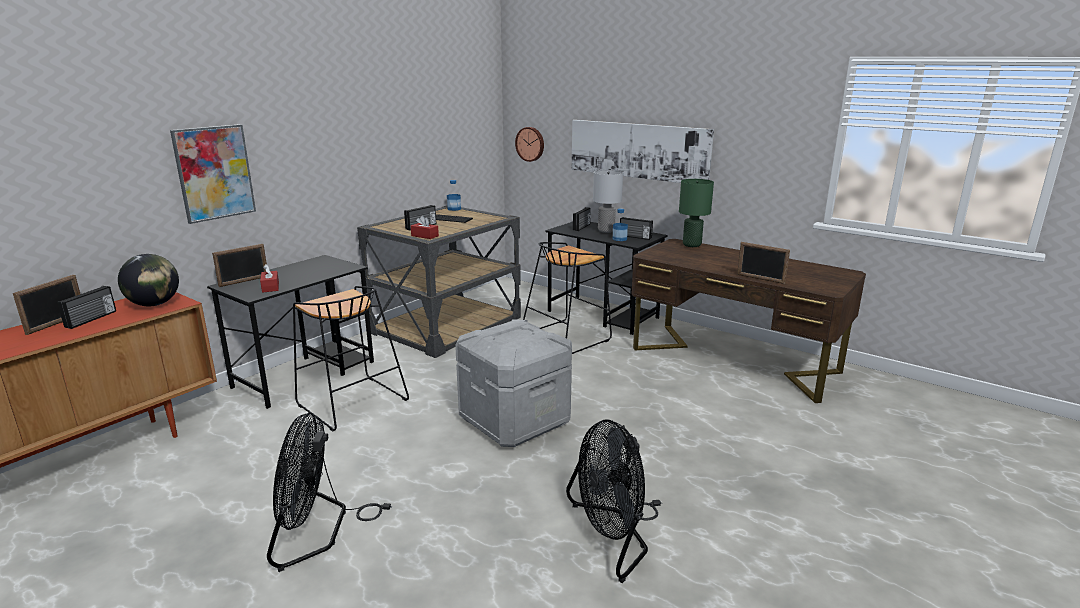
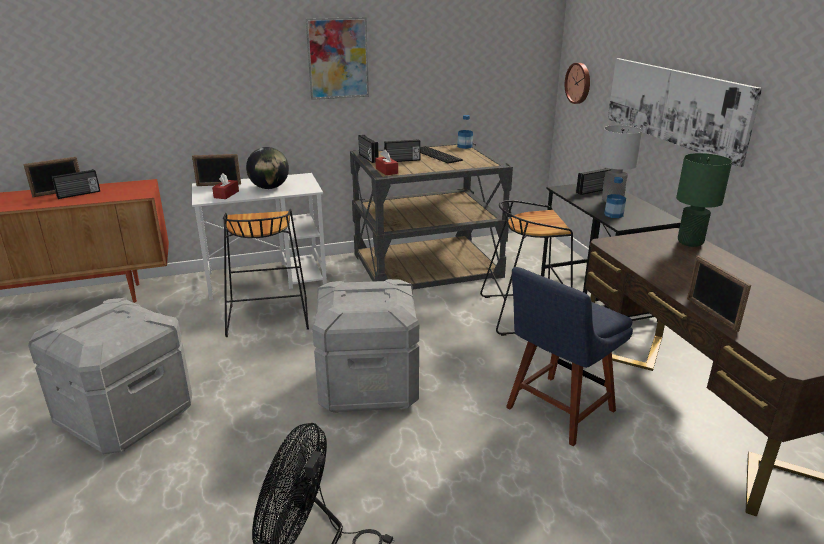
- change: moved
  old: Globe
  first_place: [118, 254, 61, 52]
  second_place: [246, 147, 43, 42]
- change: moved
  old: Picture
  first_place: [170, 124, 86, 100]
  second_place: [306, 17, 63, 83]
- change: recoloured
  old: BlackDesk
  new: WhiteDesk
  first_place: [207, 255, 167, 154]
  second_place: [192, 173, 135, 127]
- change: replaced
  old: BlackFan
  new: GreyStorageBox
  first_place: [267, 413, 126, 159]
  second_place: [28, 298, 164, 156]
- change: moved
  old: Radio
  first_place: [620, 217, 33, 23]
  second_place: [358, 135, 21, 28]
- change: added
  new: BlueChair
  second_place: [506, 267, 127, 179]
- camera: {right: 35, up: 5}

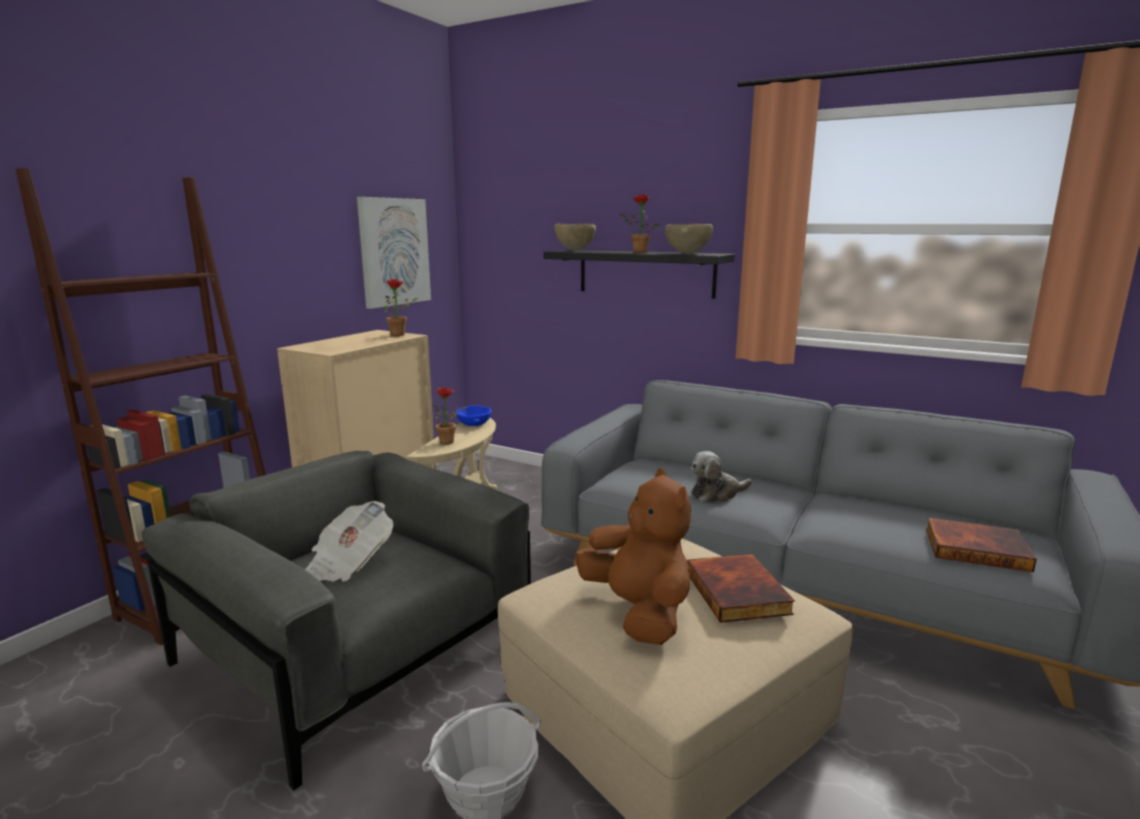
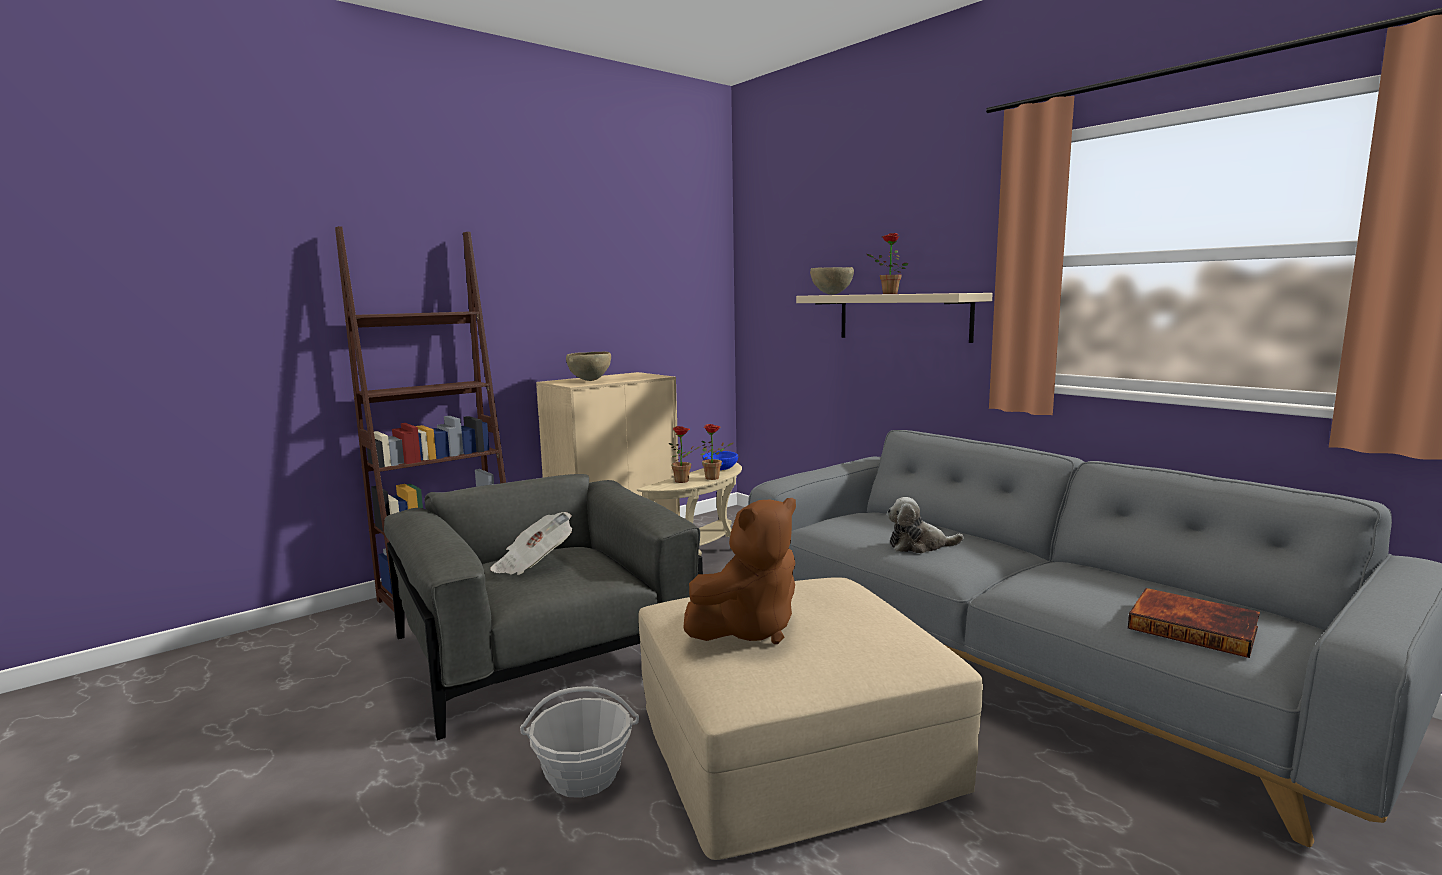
- change: removed
  old: Picture
  first_place: [357, 197, 74, 112]
- change: moved
  old: PottedPlant
  first_place: [384, 279, 35, 57]
  second_place: [701, 424, 32, 56]
- change: recoloured
  old: BlackShelf
  new: BeigeShelf
  first_place: [543, 250, 192, 49]
  second_place: [796, 293, 197, 50]
- change: turned
  old: BrownPlushToy
  first_place: [575, 468, 116, 177]
  second_place: [683, 498, 113, 146]
  degrees: 60
- change: moved
  old: BrownBowl
  first_place: [665, 224, 48, 30]
  second_place: [566, 352, 45, 29]
- change: removed
  old: Book
  first_place: [687, 554, 108, 69]
- camera: {right: 20, up: -5}

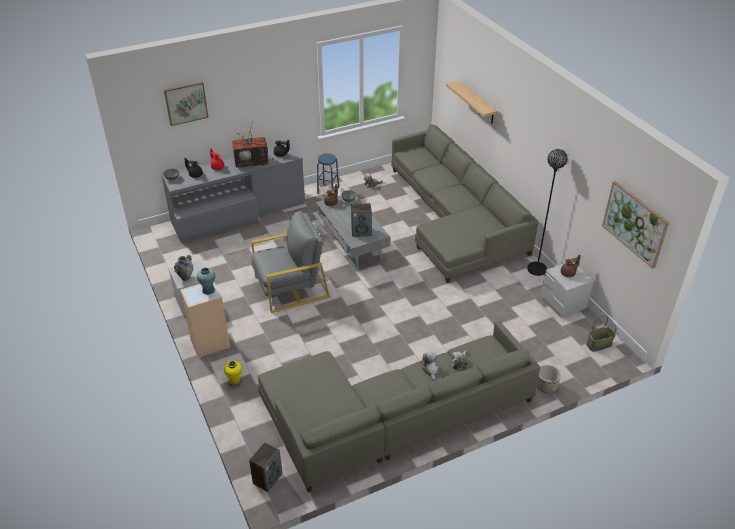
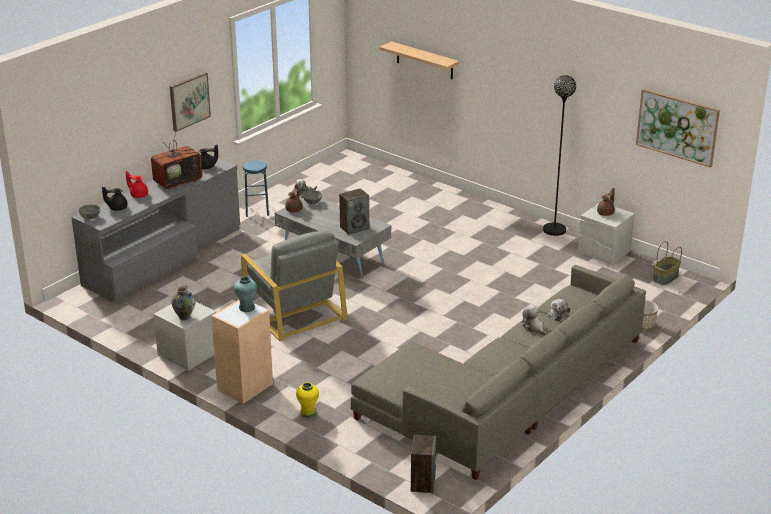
- change: moved
  old: Picture
  first_place: [164, 82, 45, 44]
  second_place: [170, 72, 41, 60]
- change: turned
  old: GreyArmchair
  first_place: [251, 211, 79, 102]
  second_place: [241, 230, 107, 111]
  degrees: 105
- change: removed
  old: GreySofa
  first_place: [391, 124, 148, 159]
- camera: {right: -25, up: -10}

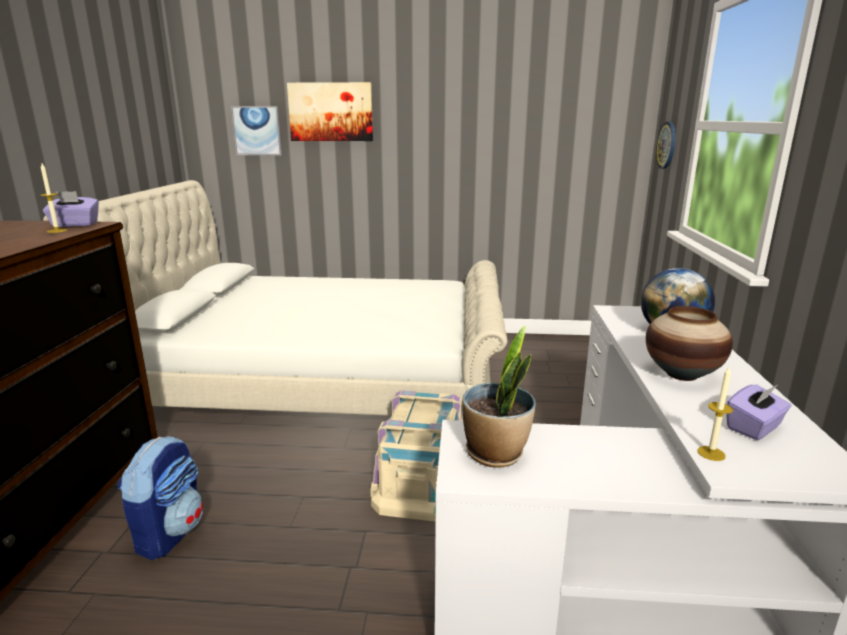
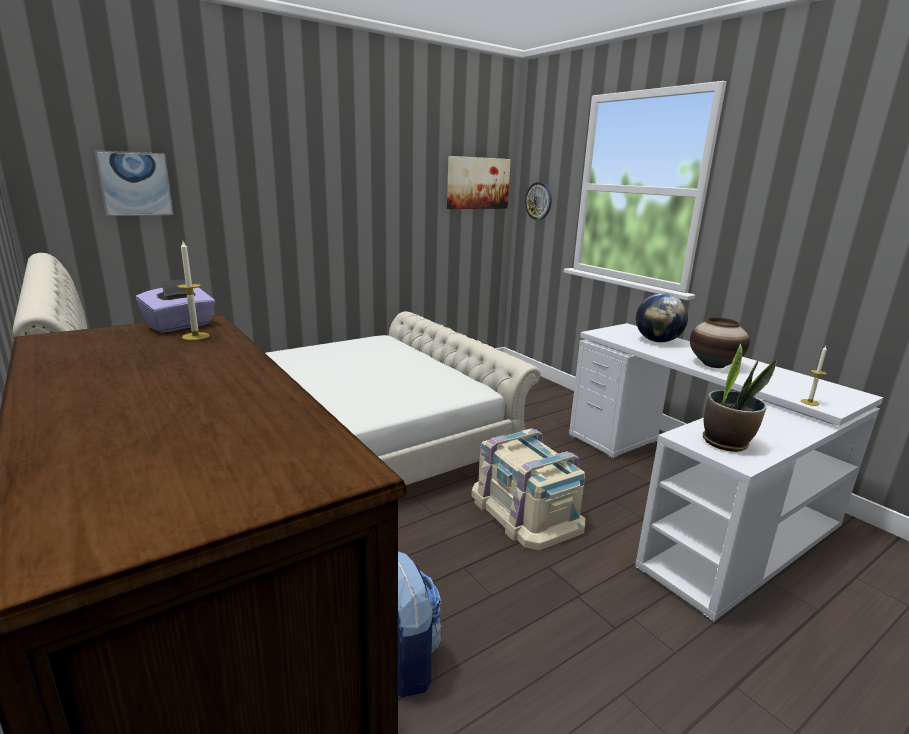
- change: moved
  old: Picture
  first_place: [287, 82, 86, 59]
  second_place: [447, 156, 64, 53]
- change: removed
  old: PurpleTissueBox
  first_place: [726, 385, 65, 55]
- camera: {right: -40, up: 0}

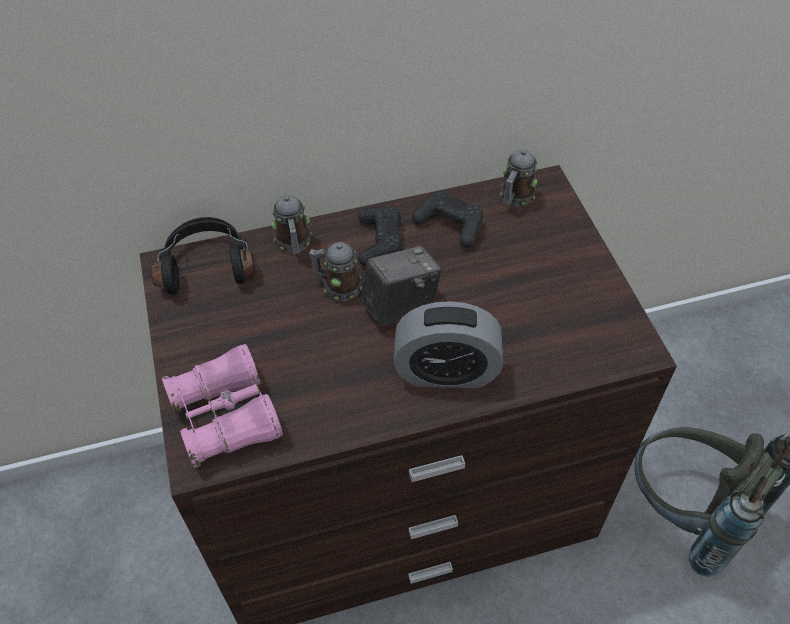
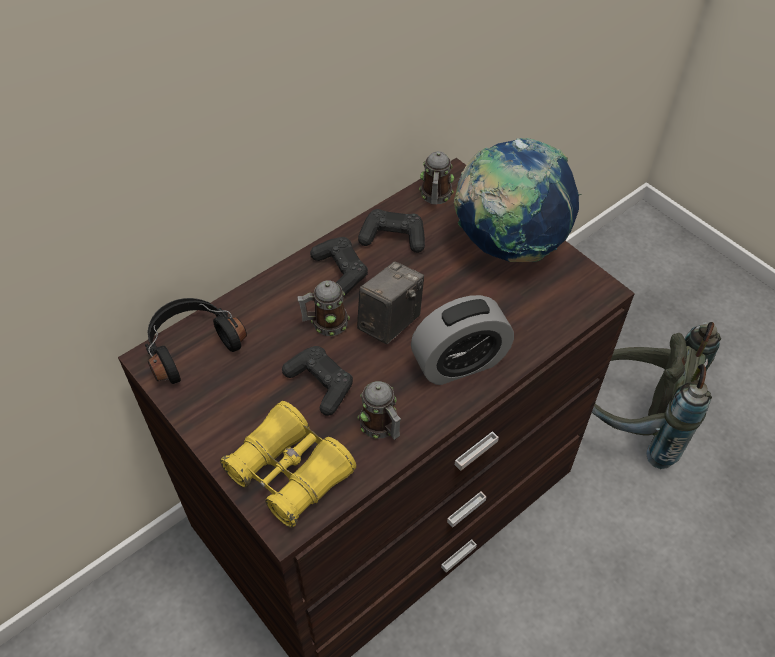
- change: recoloured
  old: PinkBinoculars
  new: YellowBinoculars
  first_place: [162, 344, 121, 124]
  second_place: [220, 401, 136, 127]
- change: moved
  old: Mug
  first_place: [271, 195, 41, 59]
  second_place: [358, 381, 43, 59]
- change: added
  new: BlackGameController
  second_place: [282, 346, 71, 70]
- change: added
  new: Globe
  second_place: [454, 138, 128, 124]
- camera: {right: -25, up: 0}

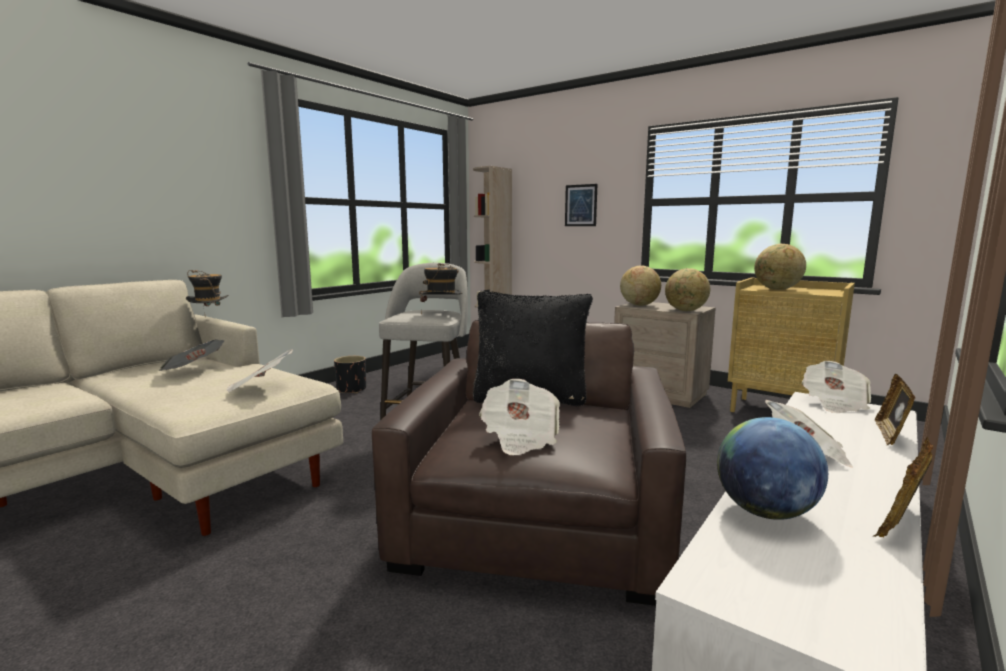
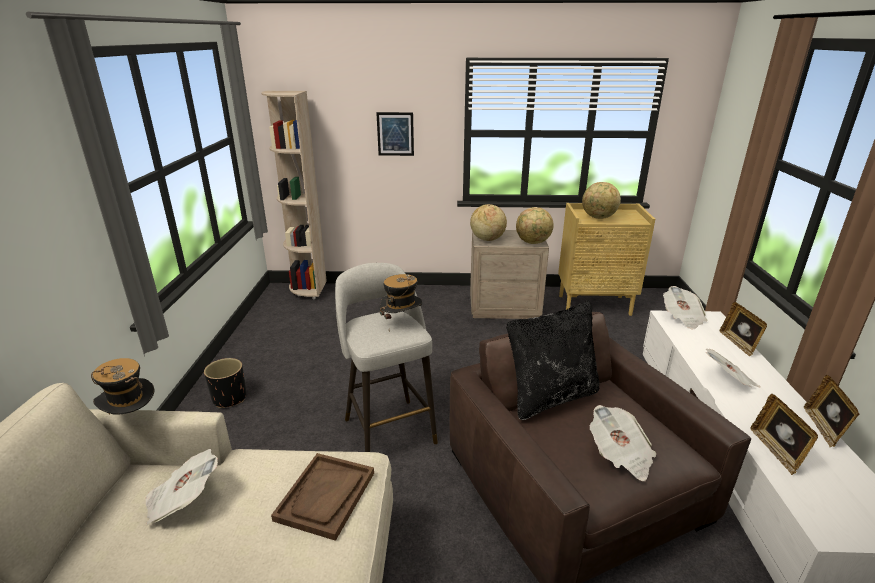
- change: replaced
  old: Newspaper
  new: BrownTray
  first_place: [227, 349, 66, 44]
  second_place: [271, 453, 103, 88]
- change: replaced
  old: Globe
  new: PictureFrame
  first_place: [717, 417, 111, 103]
  second_place: [750, 394, 68, 81]
- camera: {right: -35, up: 15}

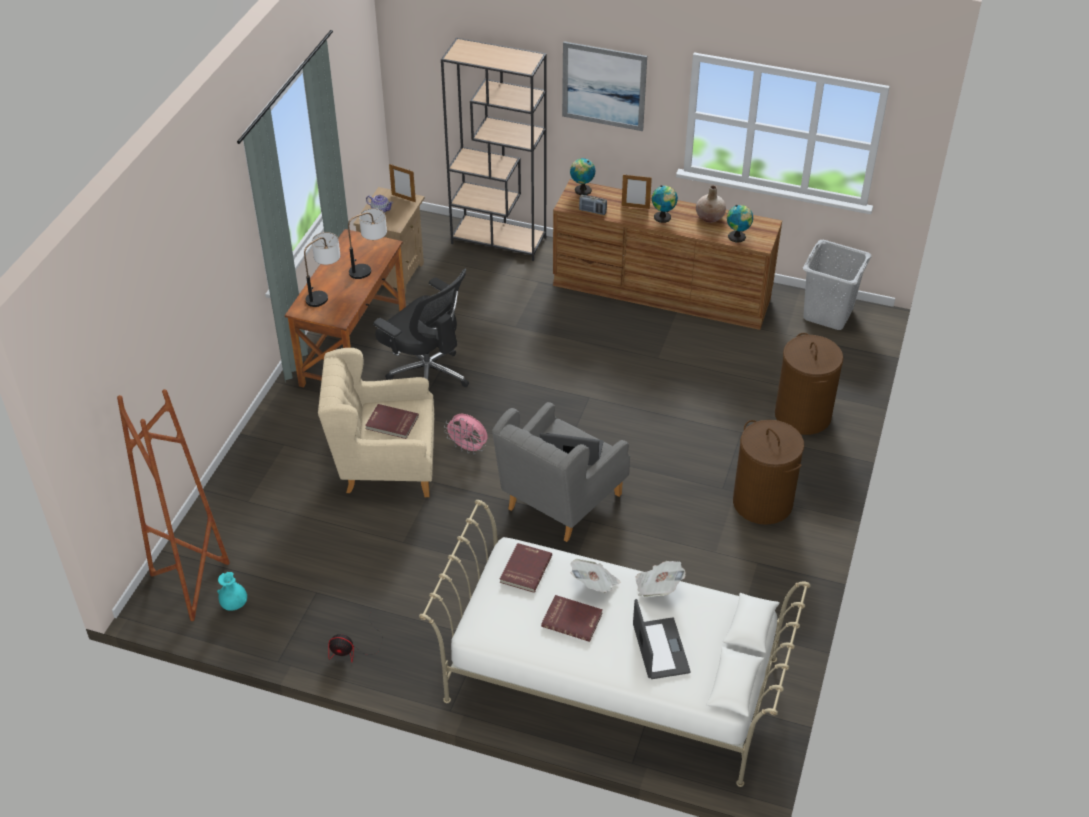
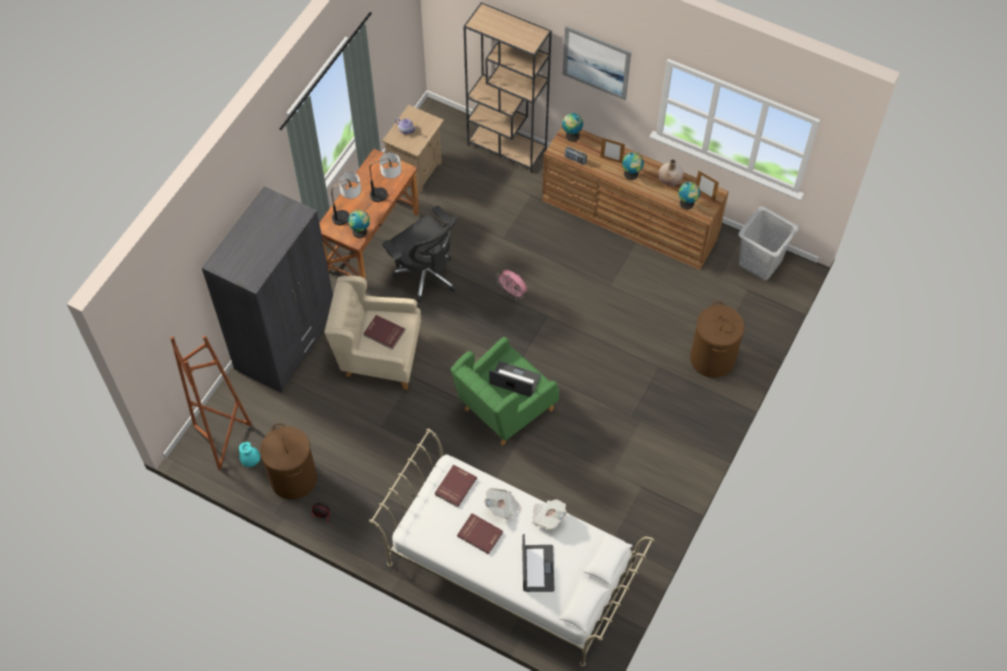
- change: moved
  old: PictureFrame
  first_place: [389, 164, 27, 38]
  second_place: [696, 171, 23, 30]
- change: moved
  old: PinkFan
  first_place: [444, 414, 43, 40]
  second_place: [496, 270, 31, 29]
- change: recoloured
  old: GreyArmchair
  new: GreenArmchair
  first_place: [492, 402, 138, 140]
  second_place: [451, 337, 108, 109]
- change: moved
  old: BrownLaundryBasket
  first_place: [733, 420, 71, 105]
  second_place: [260, 423, 57, 77]
- change: added
  new: GreyWardrobe
  second_place: [202, 186, 131, 207]
- change: added
  new: Globe
  second_place: [348, 210, 22, 28]
- camera: {right: 10, up: 15}

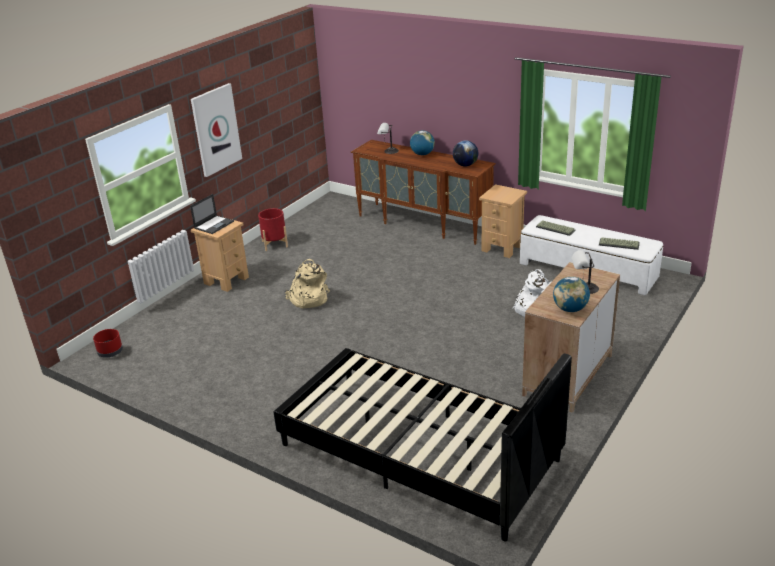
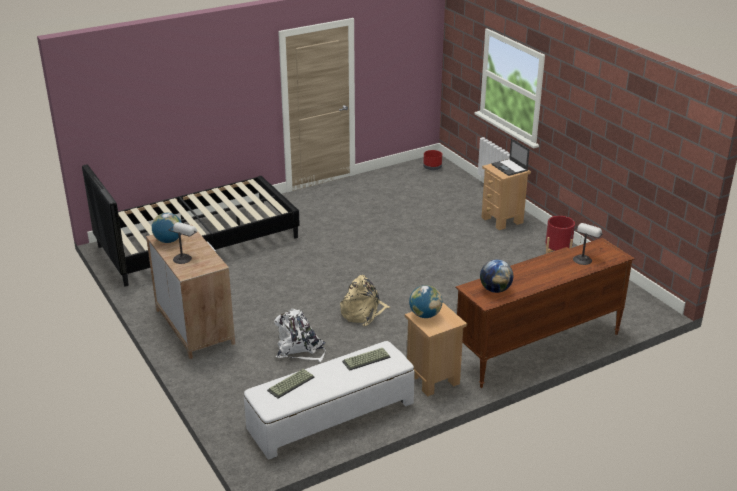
- change: removed
  old: Picture
  first_place: [191, 83, 51, 94]
- change: moved
  old: BeigeBackpack
  first_place: [285, 259, 45, 50]
  second_place: [340, 275, 51, 52]
- change: moved
  old: Globe
  first_place: [410, 130, 25, 25]
  second_place: [409, 285, 33, 33]
- camera: {right: 115, up: 0}

